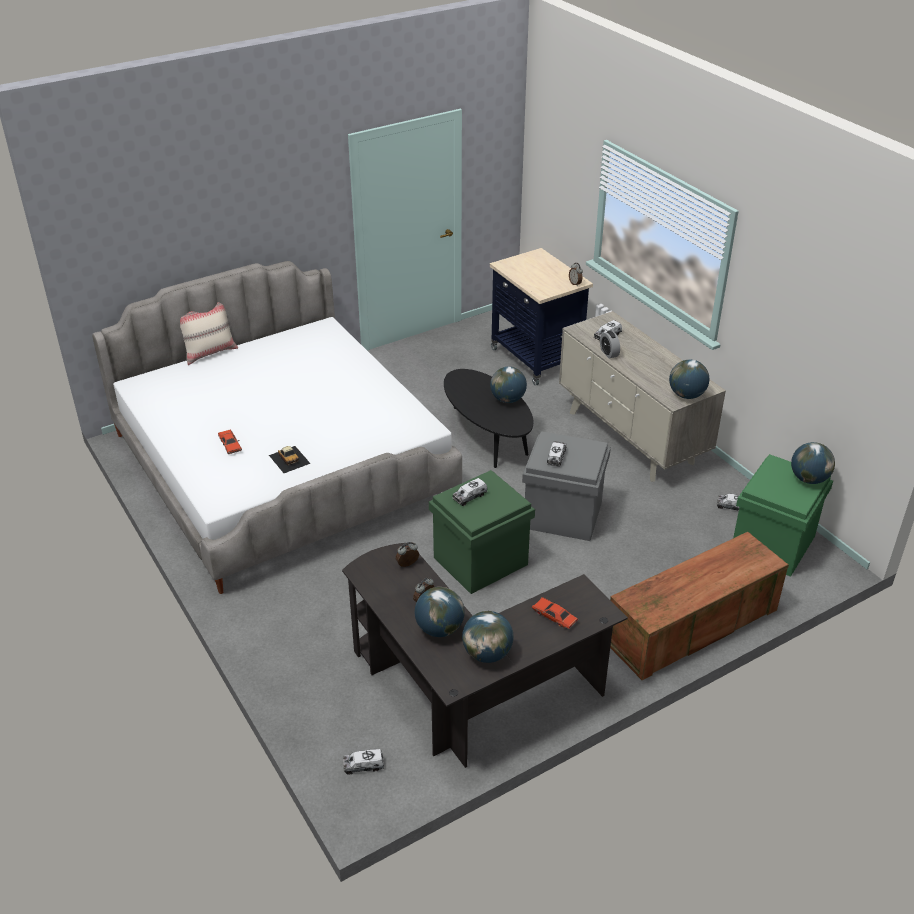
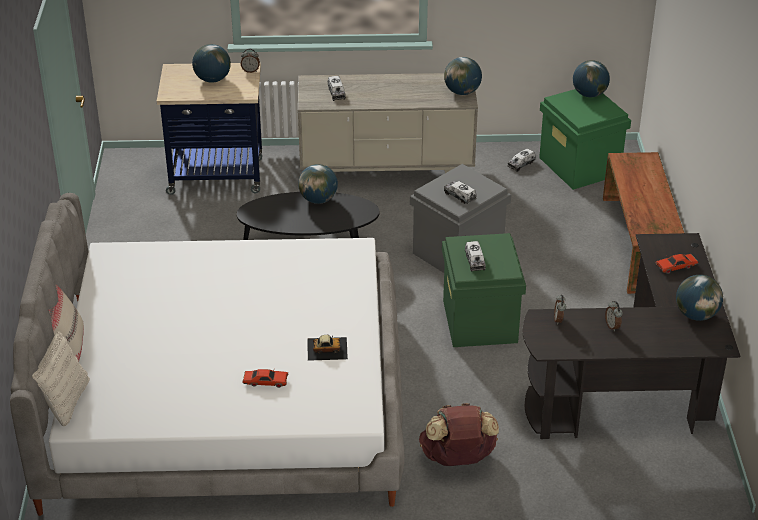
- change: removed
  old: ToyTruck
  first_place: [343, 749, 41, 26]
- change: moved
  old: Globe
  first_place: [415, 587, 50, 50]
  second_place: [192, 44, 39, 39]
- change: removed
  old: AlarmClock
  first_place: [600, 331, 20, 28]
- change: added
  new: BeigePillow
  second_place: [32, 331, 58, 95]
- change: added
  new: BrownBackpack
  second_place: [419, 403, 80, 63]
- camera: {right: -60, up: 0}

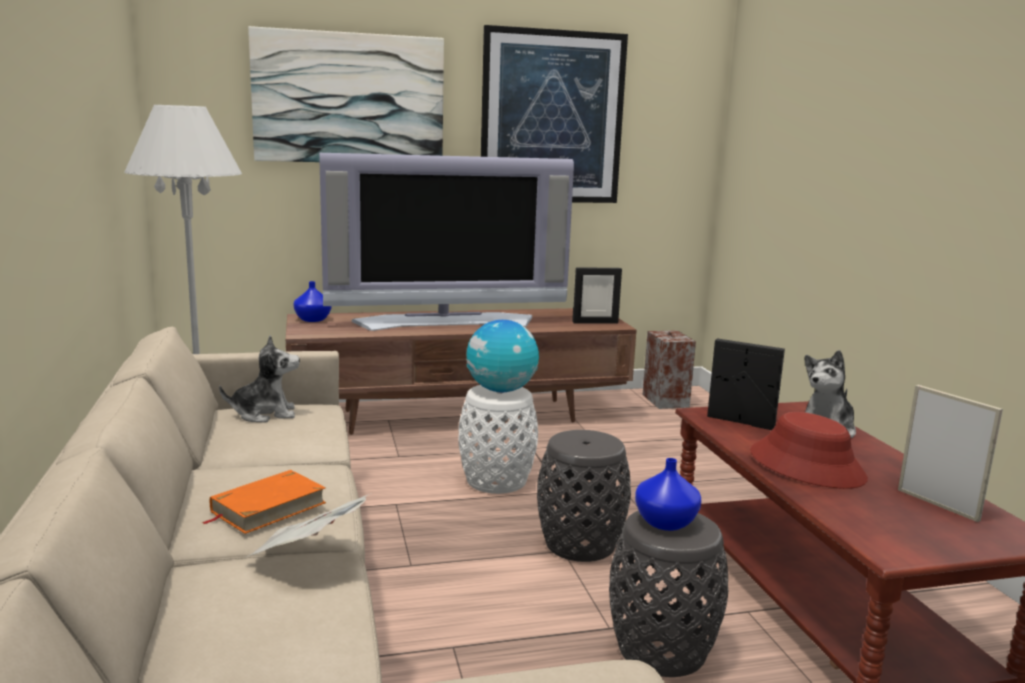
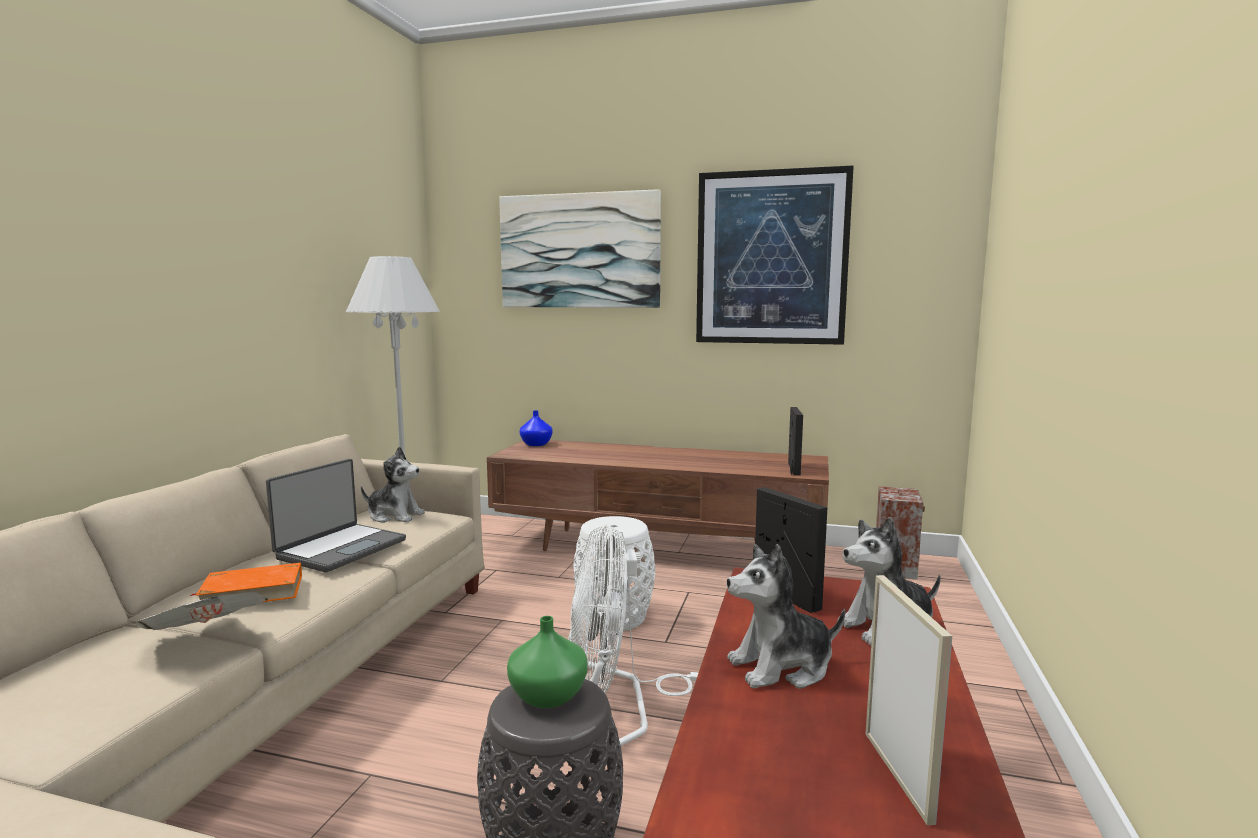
- change: removed
  old: Television
  first_place: [319, 153, 255, 178]
- change: removed
  old: Globe
  first_place: [467, 320, 72, 72]
- change: replaced
  old: GreyStool
  new: WhiteFan
  first_place: [537, 430, 94, 132]
  second_place: [568, 525, 131, 221]
- change: turned
  old: PictureFrame
  first_place: [572, 267, 50, 57]
  second_place: [788, 407, 15, 69]
  degrees: -105
- change: recoloured
  old: BlueVase
  new: GreenVase
  first_place: [635, 458, 66, 73]
  second_place: [507, 616, 80, 92]
- change: replaced
  old: RedHat
  new: PlushToy
  first_place: [750, 412, 118, 77]
  second_place: [726, 544, 119, 145]
- change: added
  new: Laptop
  second_place: [266, 459, 140, 113]
- camera: {right: 30, up: -5}

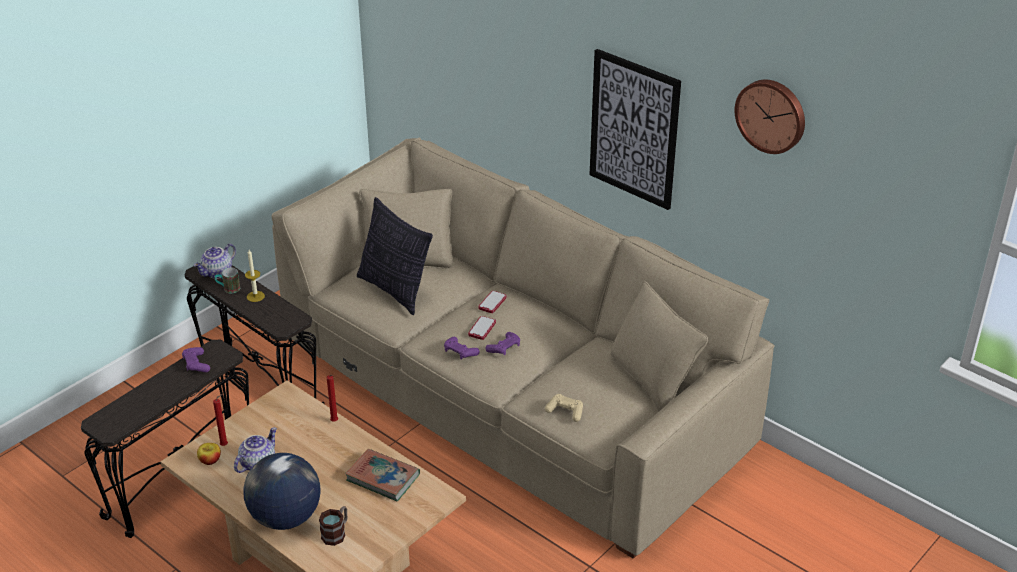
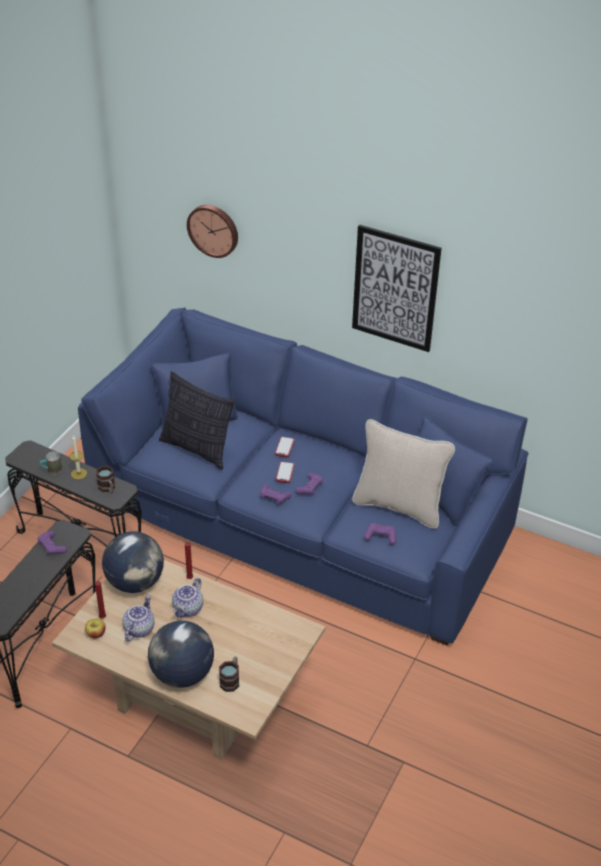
- change: moved
  old: Teapot
  first_place: [194, 243, 42, 36]
  second_place: [172, 578, 31, 40]
- change: recoloured
  old: BeigeSofa
  new: BlueSofa
  first_place: [271, 138, 504, 420]
  second_place: [78, 307, 451, 338]
- change: removed
  old: Book
  first_place: [345, 449, 75, 52]
- change: recoloured
  old: BeigeGameController
  new: PurpleGameController
  first_place: [545, 394, 38, 28]
  second_place: [364, 523, 32, 22]
- change: moved
  old: WallClock
  first_place: [735, 80, 70, 74]
  second_place: [187, 205, 51, 53]
- change: added
  new: Mug
  second_place: [96, 466, 19, 27]
- change: added
  new: Globe
  second_place: [102, 531, 62, 62]
- change: added
  new: BeigePillow
  second_place: [352, 419, 103, 110]
- camera: {right: -15, up: 5}

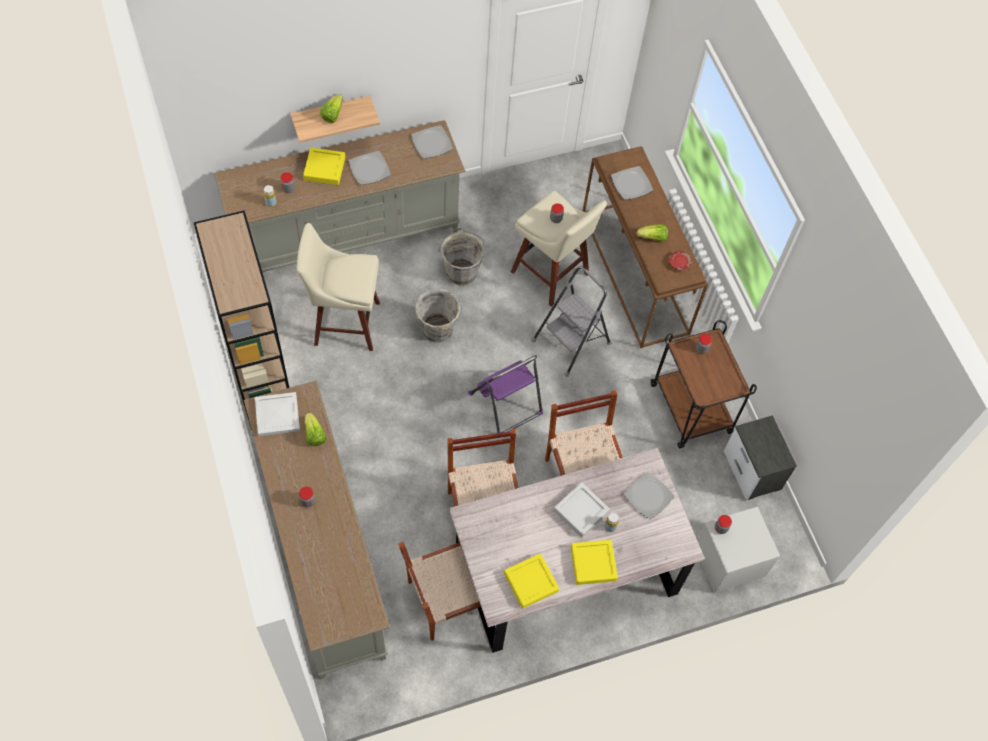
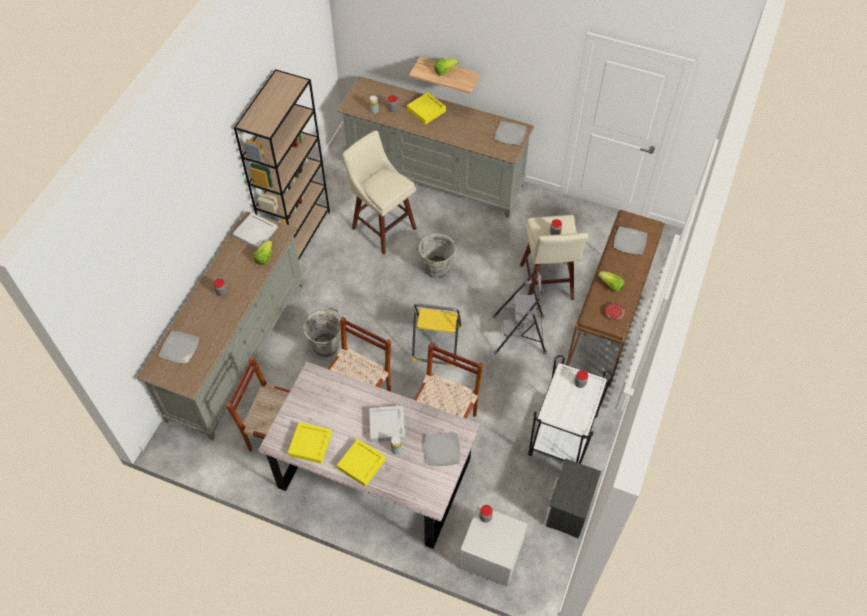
- change: moved
  old: Plate
  first_place: [349, 151, 42, 34]
  second_place: [158, 331, 42, 33]
- change: moved
  old: GreyBucket
  first_place: [439, 228, 46, 57]
  second_place: [303, 307, 38, 50]
- change: recoloured
  old: PurpleStepLadder
  new: YellowStepLadder
  first_place: [468, 355, 75, 78]
  second_place: [412, 304, 51, 62]
- change: recoloured
  old: BrownCart
  new: WhiteCart
  first_place: [650, 320, 107, 128]
  second_place: [528, 355, 84, 109]
- camera: {right: 45, up: -5}

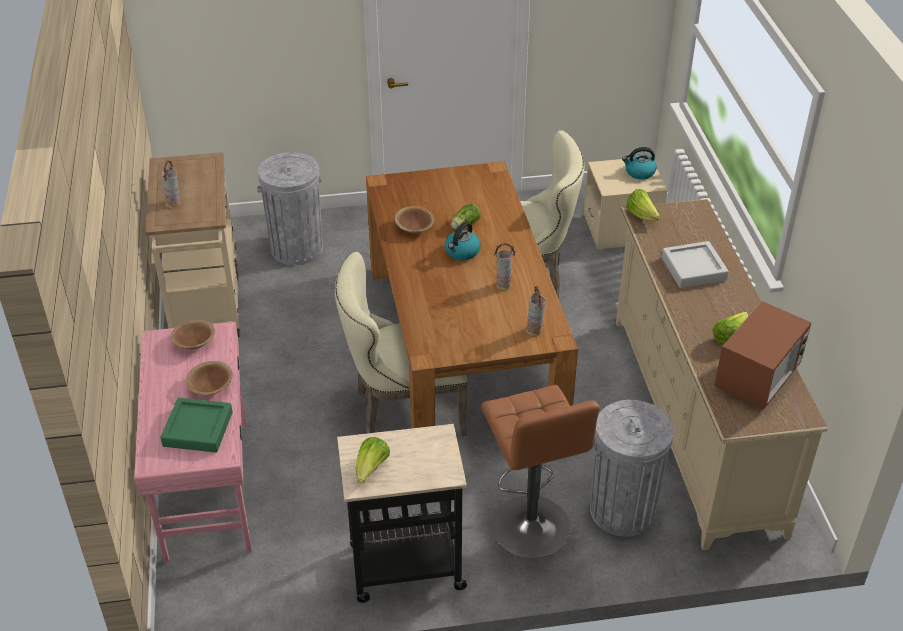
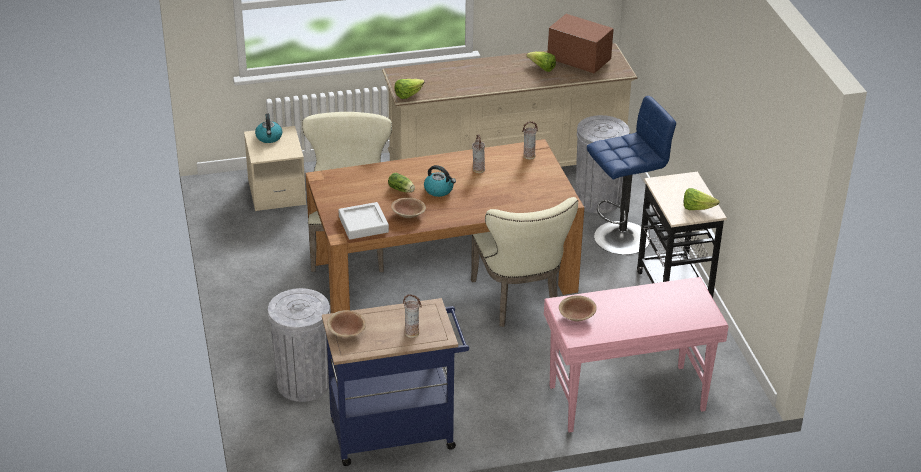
- change: recoloured
  old: BeigeCart
  new: BlueCart
  first_place: [146, 152, 94, 185]
  second_place: [322, 298, 147, 168]
- change: removed
  old: GreenTray
  first_place: [160, 398, 73, 54]
- change: moved
  old: BrownBowl
  first_place: [186, 361, 47, 34]
  second_place: [327, 310, 39, 28]
- change: recoloured
  old: BrownStool
  new: BlueStool
  first_place: [482, 385, 118, 173]
  second_place: [587, 96, 89, 159]
- change: moved
  old: GreyTray
  first_place: [662, 241, 67, 47]
  second_place: [339, 202, 50, 38]
- camera: {right: -95, up: -5}

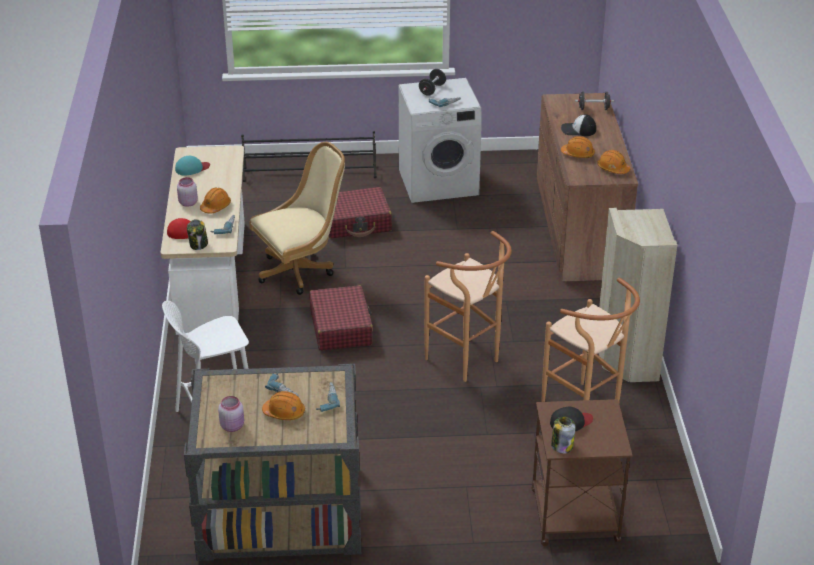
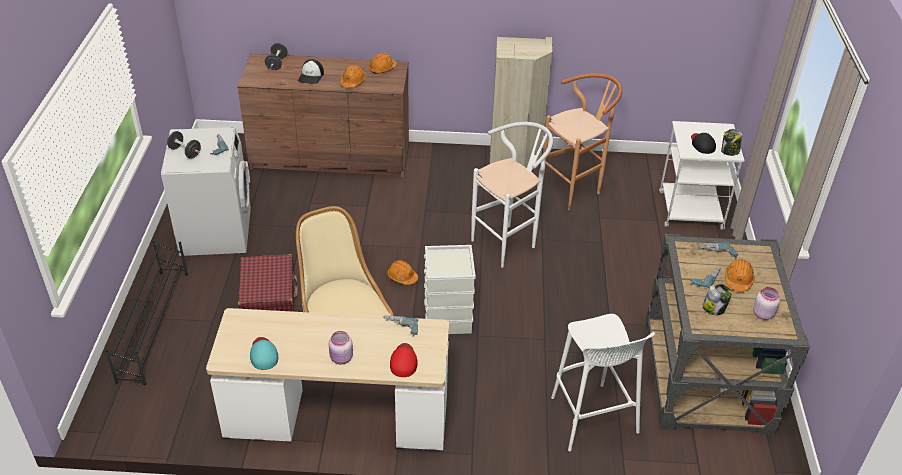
- change: moved
  old: Jar
  first_place: [187, 219, 21, 31]
  second_place: [703, 284, 29, 31]
- change: moved
  old: OrangeHardHat
  first_place: [200, 188, 31, 25]
  second_place: [387, 260, 31, 25]
- change: replaced
  old: RedSuitcase
  new: GreyStorageBox
  first_place: [309, 285, 64, 66]
  second_place: [424, 245, 52, 89]
- change: recoloured
  old: BrownStool
  new: WhiteStool
  first_place: [424, 231, 88, 151]
  second_place: [471, 122, 82, 146]
- change: recoloured
  old: BrownCart
  new: WhiteCart
  first_place: [531, 399, 102, 147]
  second_place: [659, 121, 86, 109]
- camera: {right: -85, up: 5}

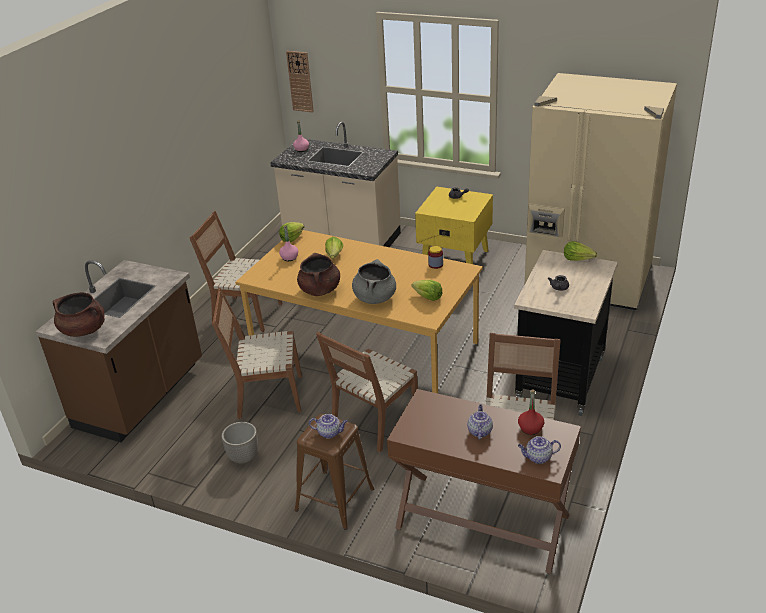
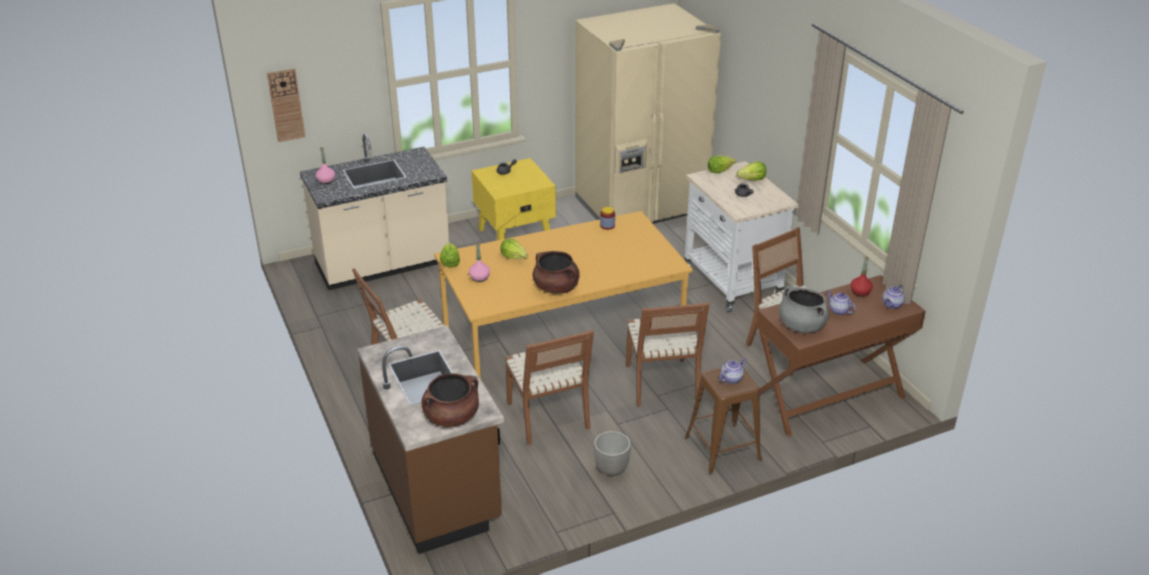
- change: turned
  old: Chair
  first_place: [212, 288, 90, 131]
  second_place: [505, 330, 89, 115]
  degrees: -60
- change: moved
  old: GreyCookingPot
  first_place: [352, 259, 44, 45]
  second_place: [779, 286, 50, 47]
- change: moved
  old: Lettuce
  first_place: [412, 280, 31, 21]
  second_place: [737, 162, 29, 18]
- change: recoloured
  old: BlackCart
  new: WhiteCart
  first_place: [514, 250, 104, 166]
  second_place: [684, 161, 115, 151]
- camera: {right: -50, up: 0}

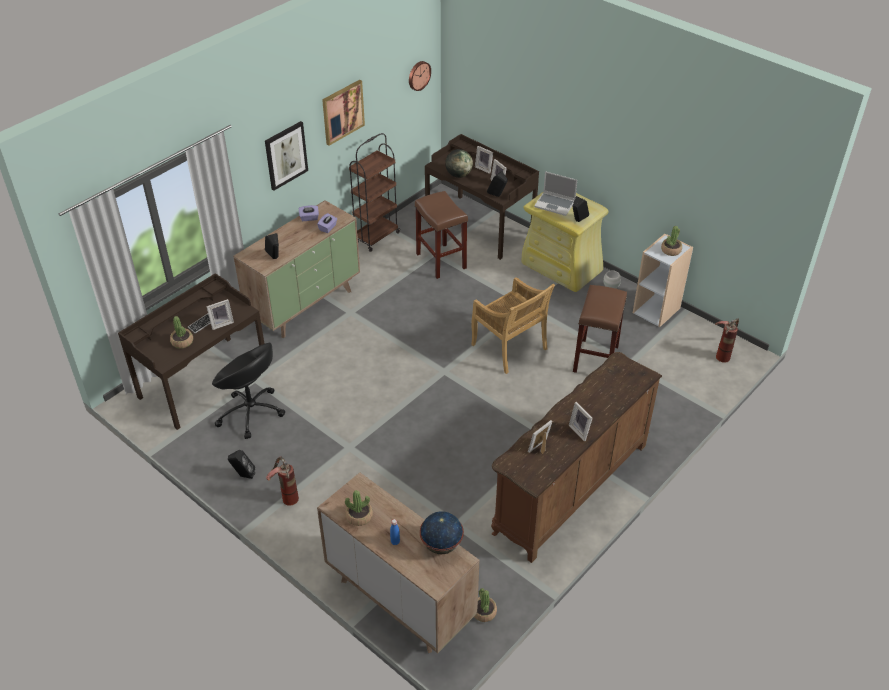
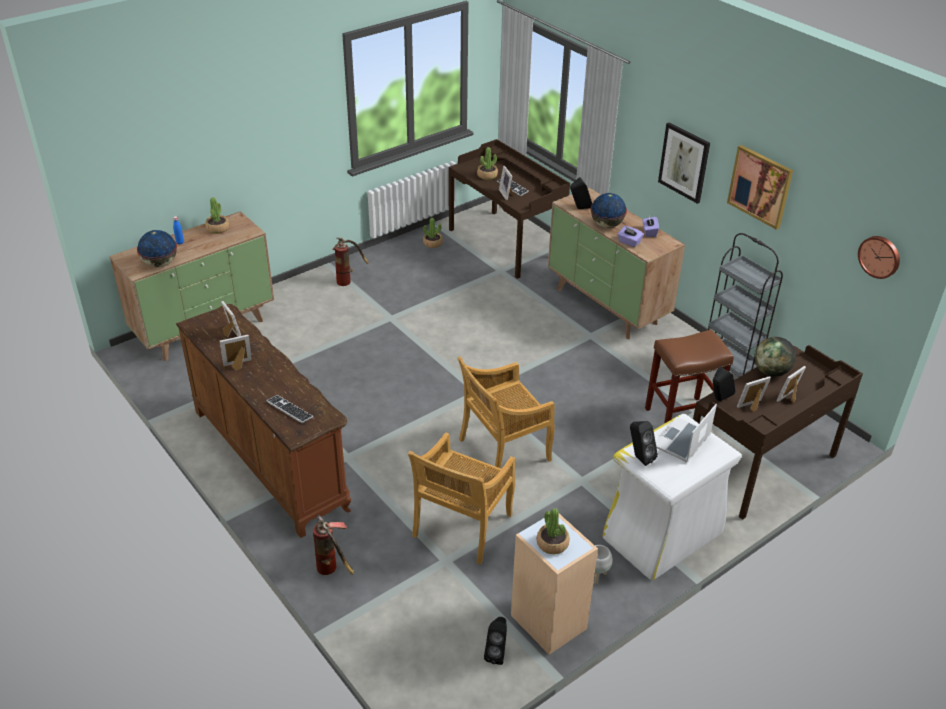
- change: removed
  old: BlackOfficeChair
  first_place: [212, 342, 73, 97]
- change: moved
  old: BlackSpeaker
  first_place: [228, 450, 27, 29]
  second_place: [484, 617, 23, 48]
- change: recoloured
  old: BrownCart
  new: GreyCart
  first_place: [349, 133, 52, 119]
  second_place: [708, 233, 75, 144]
- change: moved
  old: PottedPlant
  first_place: [474, 588, 23, 34]
  second_place: [423, 218, 20, 30]
- change: recoloured
  old: YellowNightstand
  new: WhiteNightstand
  first_place: [522, 192, 87, 100]
  second_place: [603, 414, 139, 166]
- change: replaced
  old: BrownStool
  new: BeigeChair
  first_place: [573, 285, 54, 88]
  second_place: [408, 432, 107, 132]
- change: moved
  old: FireExtinguisher
  first_place: [715, 318, 24, 45]
  second_place: [313, 515, 41, 60]
- change: added
  new: Keyboard
  second_place: [266, 395, 47, 28]
- change: added
  new: Globe
  second_place: [590, 193, 37, 35]
- camera: {right: 100, up: -5}

